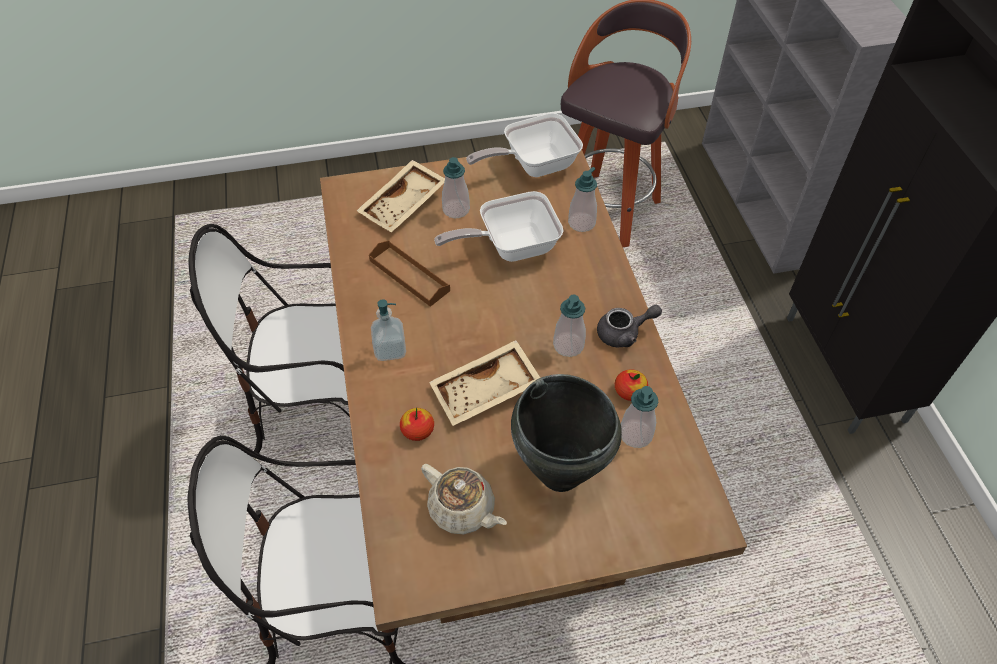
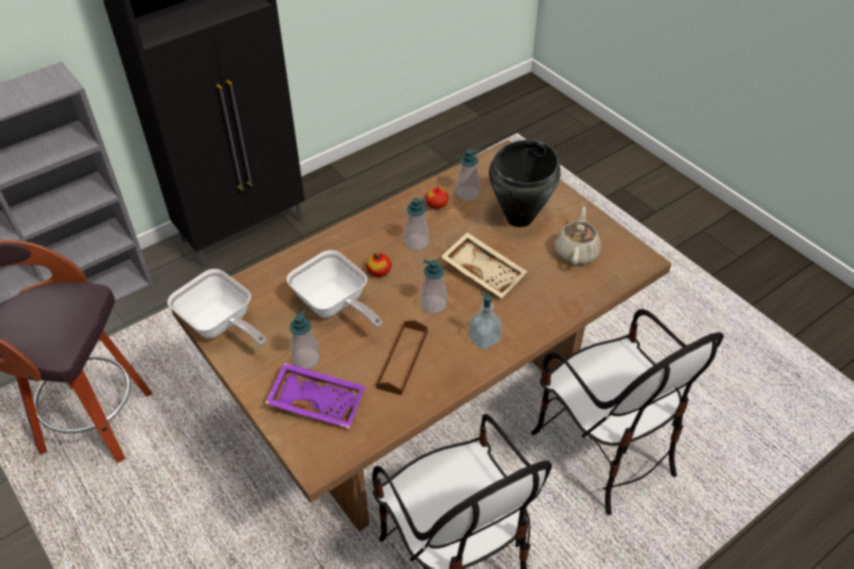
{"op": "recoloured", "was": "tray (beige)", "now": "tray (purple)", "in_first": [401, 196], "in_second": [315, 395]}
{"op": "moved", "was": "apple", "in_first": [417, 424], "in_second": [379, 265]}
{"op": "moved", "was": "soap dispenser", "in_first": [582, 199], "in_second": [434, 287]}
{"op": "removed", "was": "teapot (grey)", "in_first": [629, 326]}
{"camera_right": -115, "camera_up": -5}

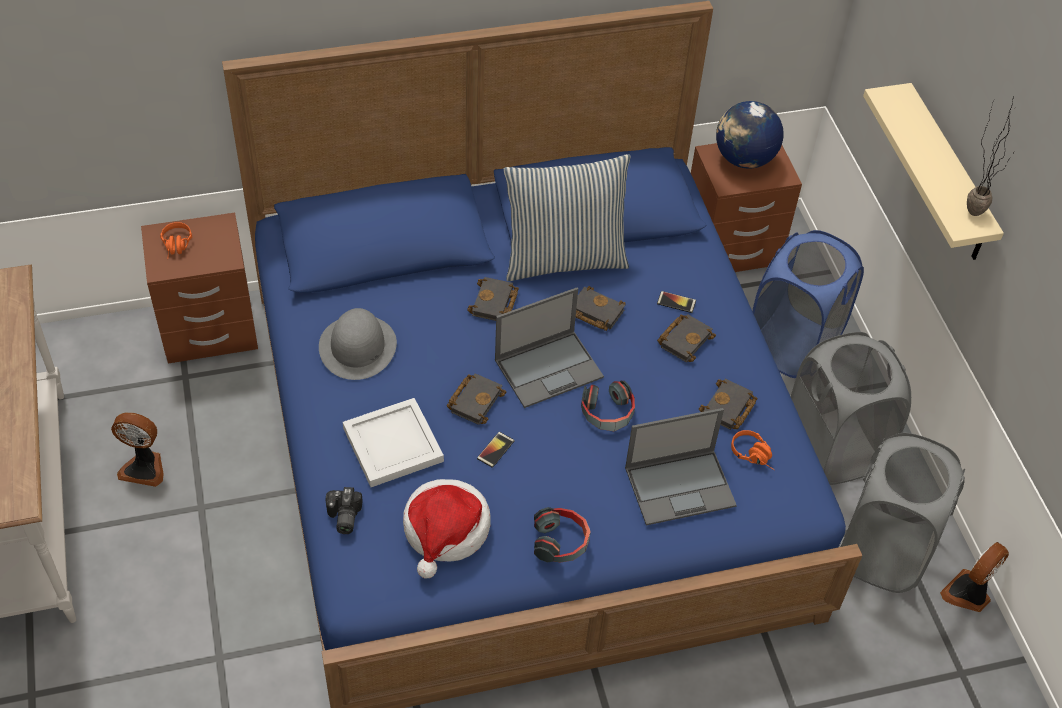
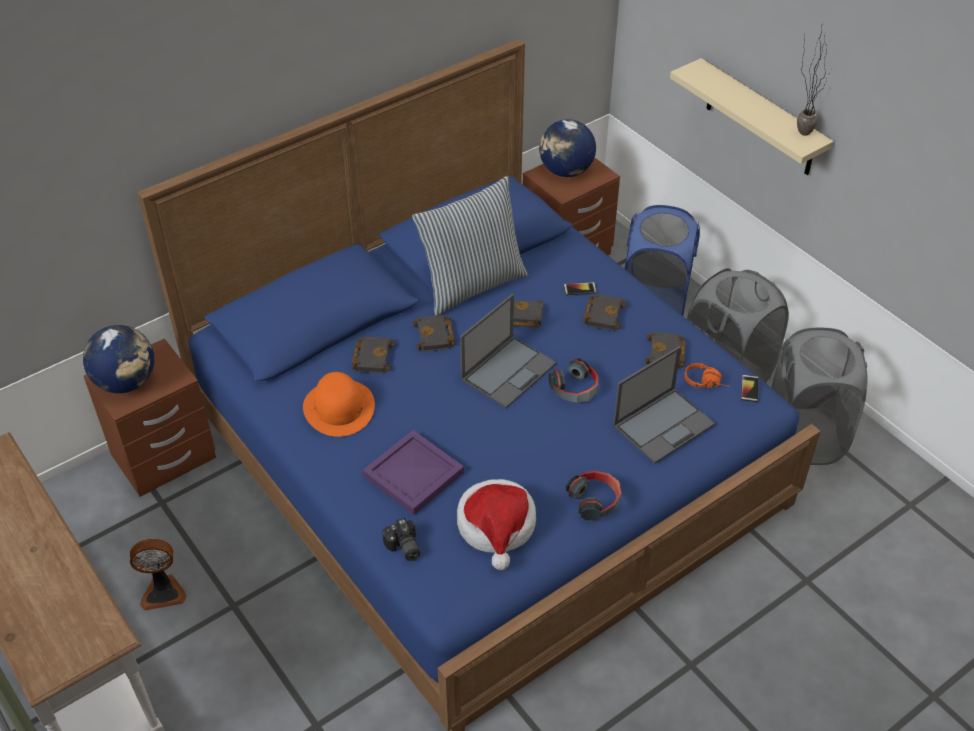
{"op": "replaced", "was": "headphones (orange)", "now": "globe", "in_first": [176, 239], "in_second": [118, 359]}
{"op": "recoloured", "was": "hat (grey)", "now": "hat (orange)", "in_first": [358, 344], "in_second": [339, 404]}
{"op": "recoloured", "was": "tray (white)", "now": "tray (purple)", "in_first": [393, 442], "in_second": [413, 472]}
{"op": "moved", "was": "book (black)", "in_first": [476, 399], "in_second": [373, 354]}
{"op": "moved", "was": "phone", "in_first": [495, 450], "in_second": [750, 388]}
{"op": "removed", "was": "fan", "in_first": [974, 577]}
{"camera_right": -20, "camera_up": -5}

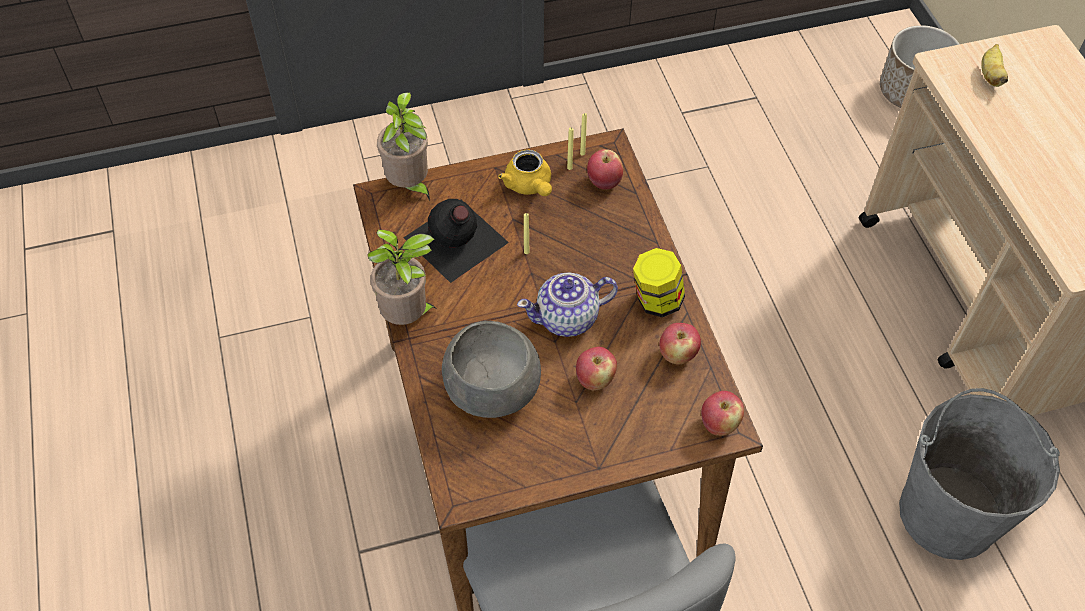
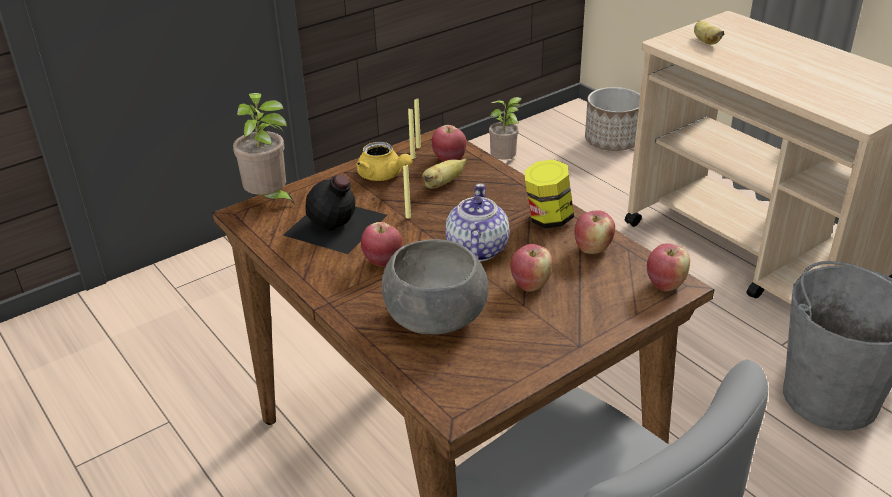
{"op": "moved", "was": "potted plant", "in_first": [403, 277], "in_second": [505, 128]}
{"op": "turned", "was": "teapot", "in_first": [567, 304], "in_second": [478, 222], "clockwise": 135}
{"op": "added", "now": "apple", "in_second": [382, 244]}
{"op": "added", "now": "banana", "in_second": [444, 173]}
{"camera_right": -20, "camera_up": -20}

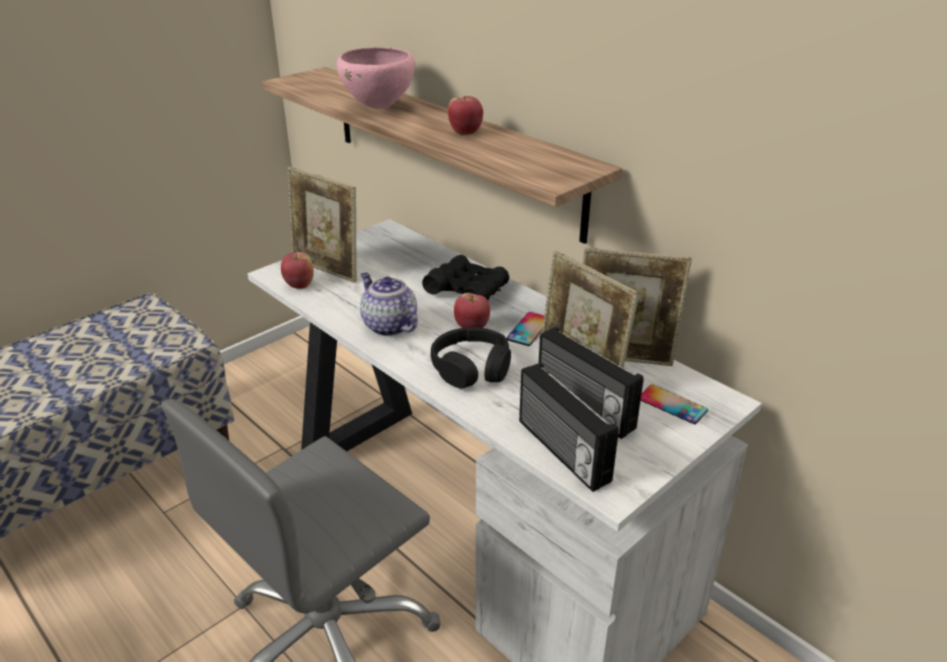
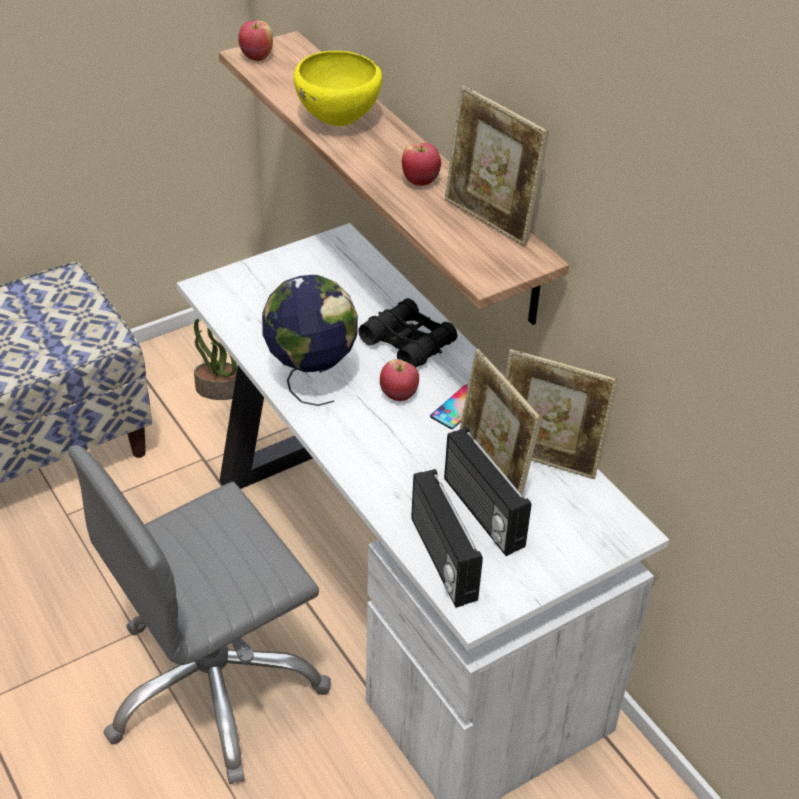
{"op": "moved", "was": "apple", "in_first": [297, 270], "in_second": [255, 40]}
{"op": "moved", "was": "picture frame", "in_first": [322, 225], "in_second": [497, 166]}
{"op": "recoloured", "was": "bowl (pink)", "now": "bowl (yellow)", "in_first": [376, 78], "in_second": [338, 88]}
{"op": "replaced", "was": "teapot", "now": "globe", "in_first": [389, 304], "in_second": [310, 340]}
{"op": "removed", "was": "headphones (black)", "in_first": [471, 357]}
{"op": "removed", "was": "phone", "in_first": [674, 404]}
{"op": "added", "now": "potted plant", "in_second": [216, 359]}
{"camera_right": 10, "camera_up": 10}

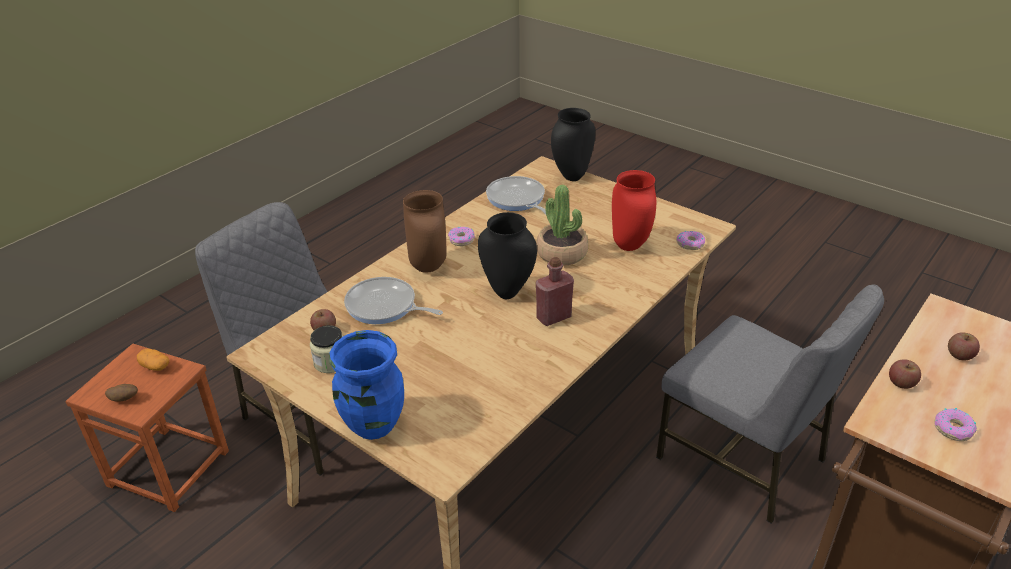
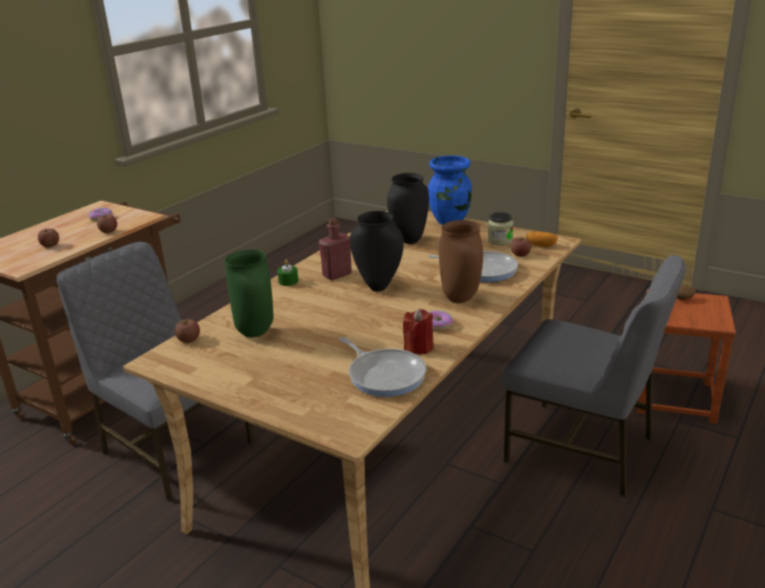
{"op": "moved", "was": "potato", "in_first": [153, 360], "in_second": [542, 239]}
{"op": "removed", "was": "potted plant", "in_first": [562, 225]}
{"op": "moved", "was": "vase (black)", "in_first": [573, 144], "in_second": [408, 208]}
{"op": "recoloured", "was": "vase (red)", "now": "vase (green)", "in_first": [634, 210], "in_second": [249, 294]}
{"op": "replaced", "was": "donut", "now": "apple", "in_first": [690, 240], "in_second": [187, 331]}
{"op": "added", "now": "candle (green)", "in_second": [288, 273]}
{"op": "added", "now": "candle (red)", "in_second": [418, 332]}
{"camera_right": 175, "camera_up": -10}

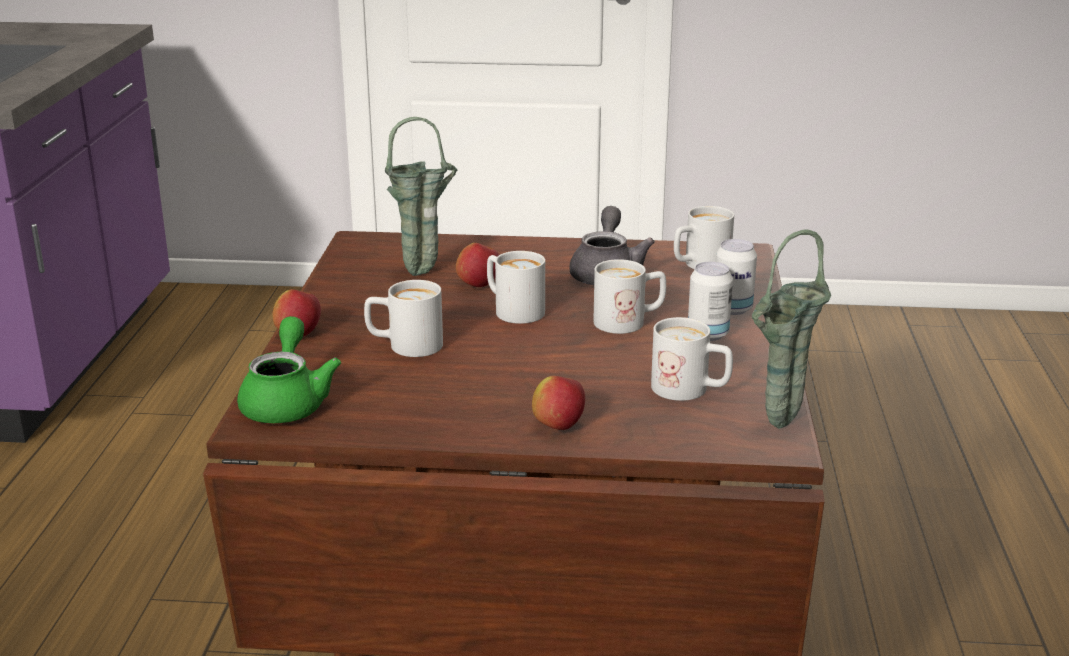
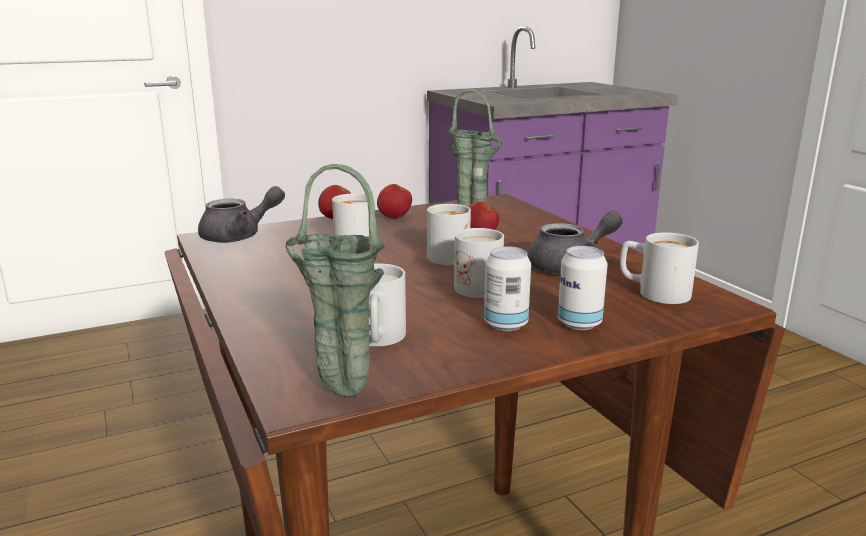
{"op": "recoloured", "was": "teapot (green)", "now": "teapot (grey)", "in_first": [289, 369], "in_second": [241, 214]}
{"op": "moved", "was": "apple", "in_first": [558, 403], "in_second": [394, 201]}
{"camera_right": 60, "camera_up": -5}

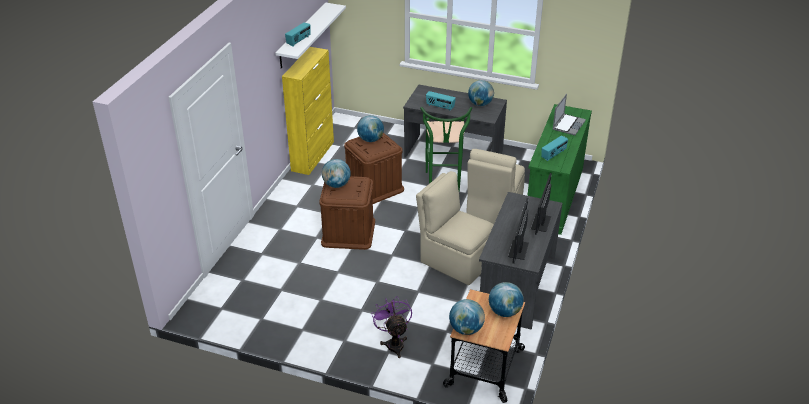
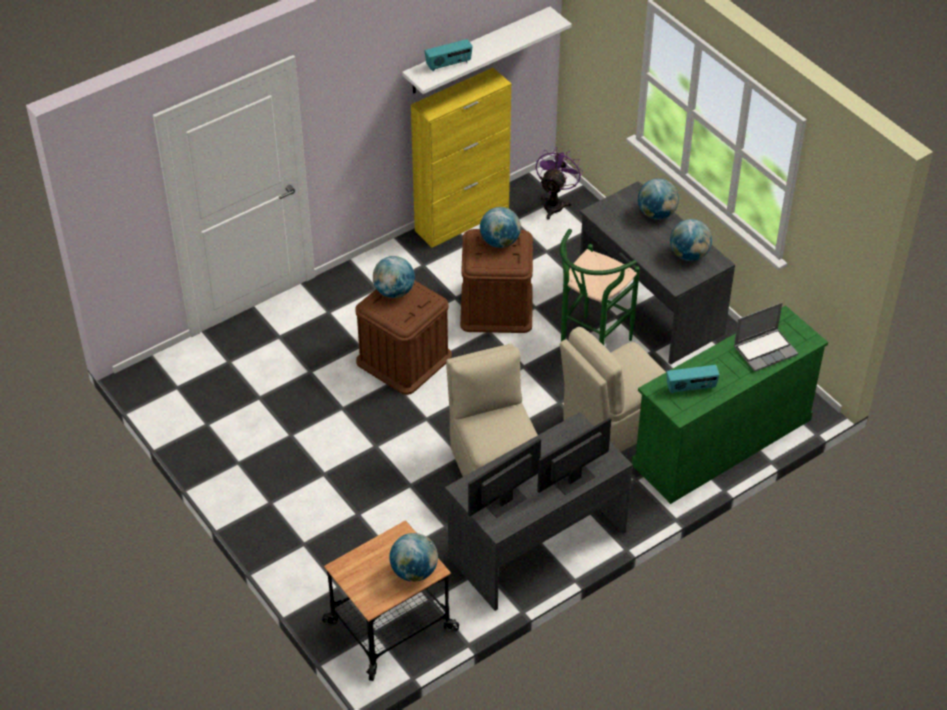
{"op": "moved", "was": "fan (purple)", "in_first": [391, 327], "in_second": [559, 183]}
{"op": "removed", "was": "radio", "in_first": [441, 101]}
{"op": "moved", "was": "globe", "in_first": [467, 317], "in_second": [658, 199]}
{"camera_right": 35, "camera_up": 10}

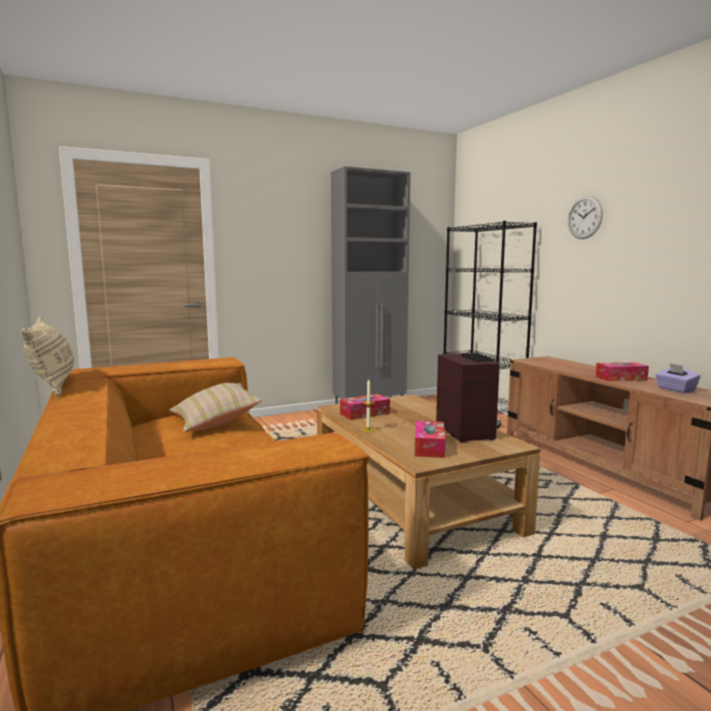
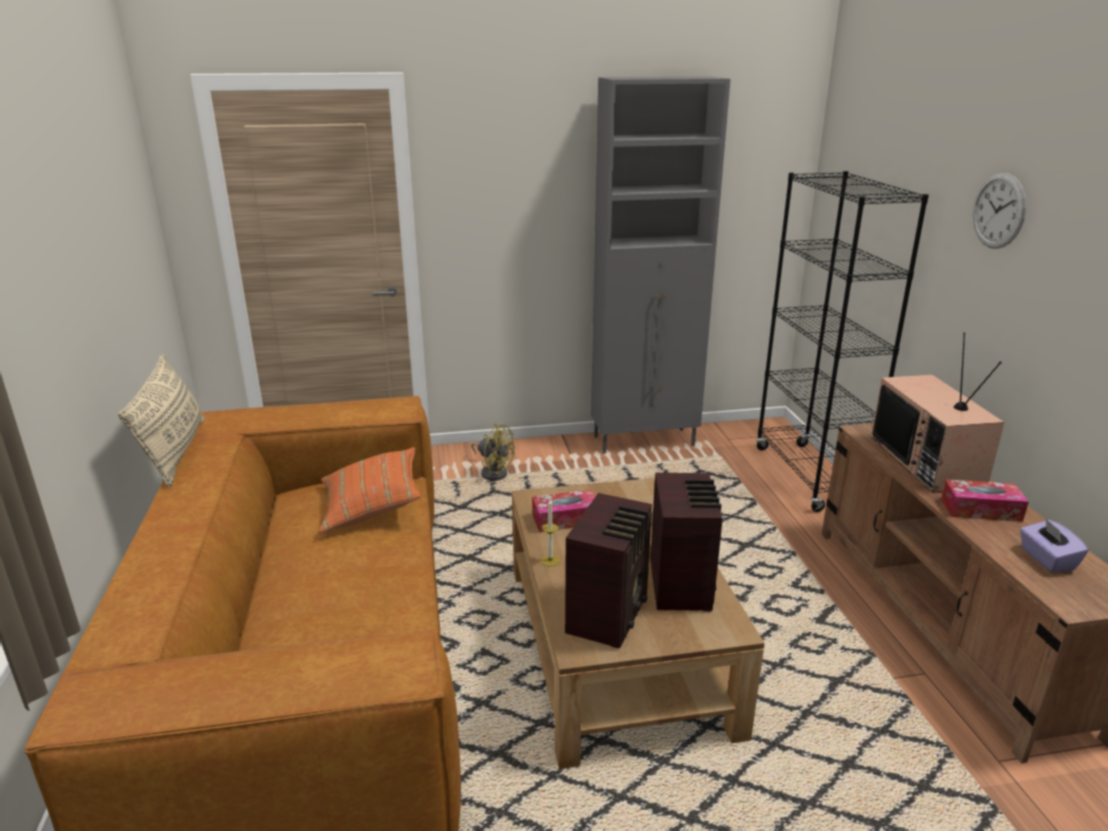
{"op": "recoloured", "was": "pillow (beige)", "now": "pillow (orange)", "in_first": [216, 407], "in_second": [370, 490]}
{"op": "replaced", "was": "tissue box", "now": "radio", "in_first": [430, 439], "in_second": [608, 571]}
{"op": "added", "now": "fan (yellow)", "in_second": [493, 452]}
{"op": "added", "now": "television", "in_second": [937, 413]}
{"camera_right": 15, "camera_up": 15}

